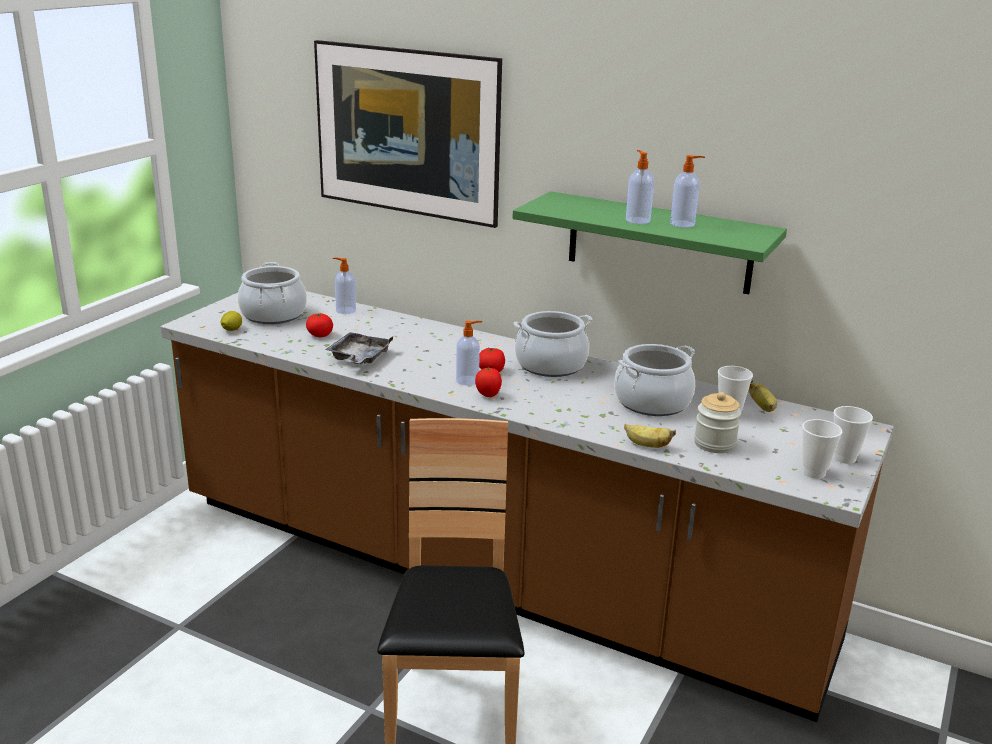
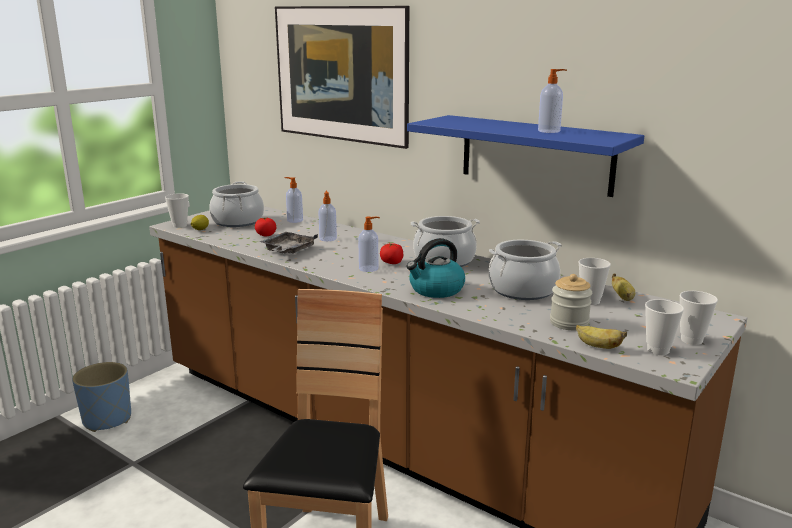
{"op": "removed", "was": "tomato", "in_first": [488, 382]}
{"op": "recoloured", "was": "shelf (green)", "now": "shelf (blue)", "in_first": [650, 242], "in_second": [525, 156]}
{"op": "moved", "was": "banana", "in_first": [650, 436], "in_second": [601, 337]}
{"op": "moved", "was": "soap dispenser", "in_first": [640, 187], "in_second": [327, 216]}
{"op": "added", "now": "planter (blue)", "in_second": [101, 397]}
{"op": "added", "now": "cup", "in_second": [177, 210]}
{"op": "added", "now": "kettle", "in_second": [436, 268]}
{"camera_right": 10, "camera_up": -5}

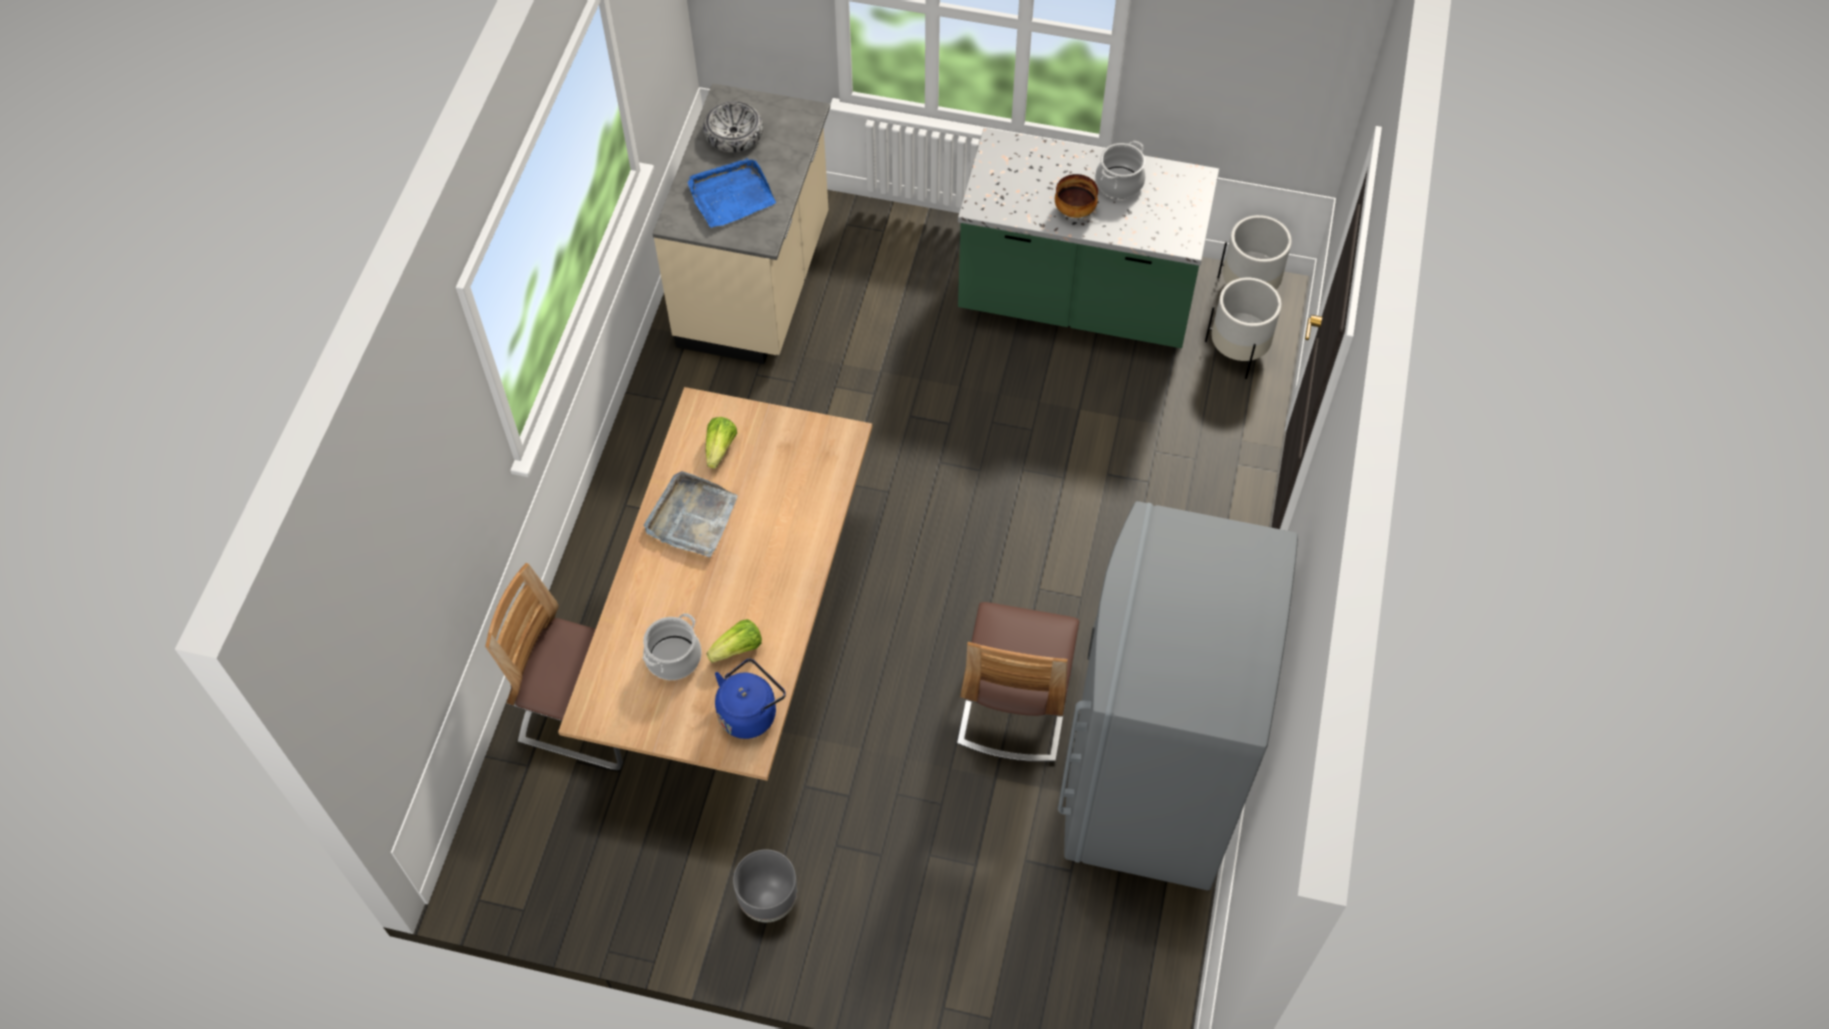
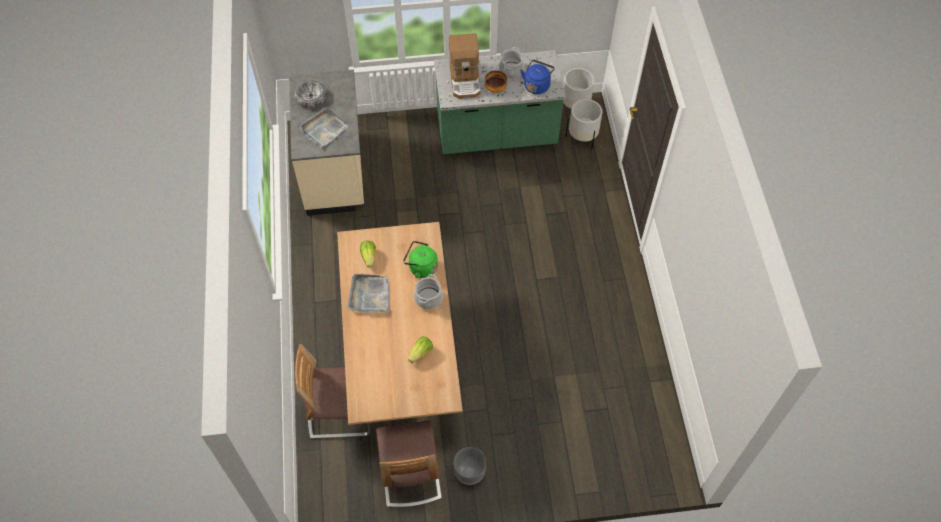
{"op": "moved", "was": "cooking pot", "in_first": [672, 646], "in_second": [428, 291]}
{"op": "recoloured", "was": "tray (blue)", "now": "tray (grey)", "in_first": [732, 193], "in_second": [323, 127]}
{"op": "moved", "was": "kettle (blue)", "in_first": [750, 699], "in_second": [537, 77]}
{"op": "moved", "was": "chair", "in_first": [1018, 682], "in_second": [409, 463]}
{"op": "removed", "was": "fridge (grey)", "in_first": [1178, 696]}
{"op": "added", "now": "kettle (green)", "in_second": [420, 259]}
{"op": "added", "now": "coffee machine", "in_second": [465, 66]}
{"camera_right": -20, "camera_up": 0}

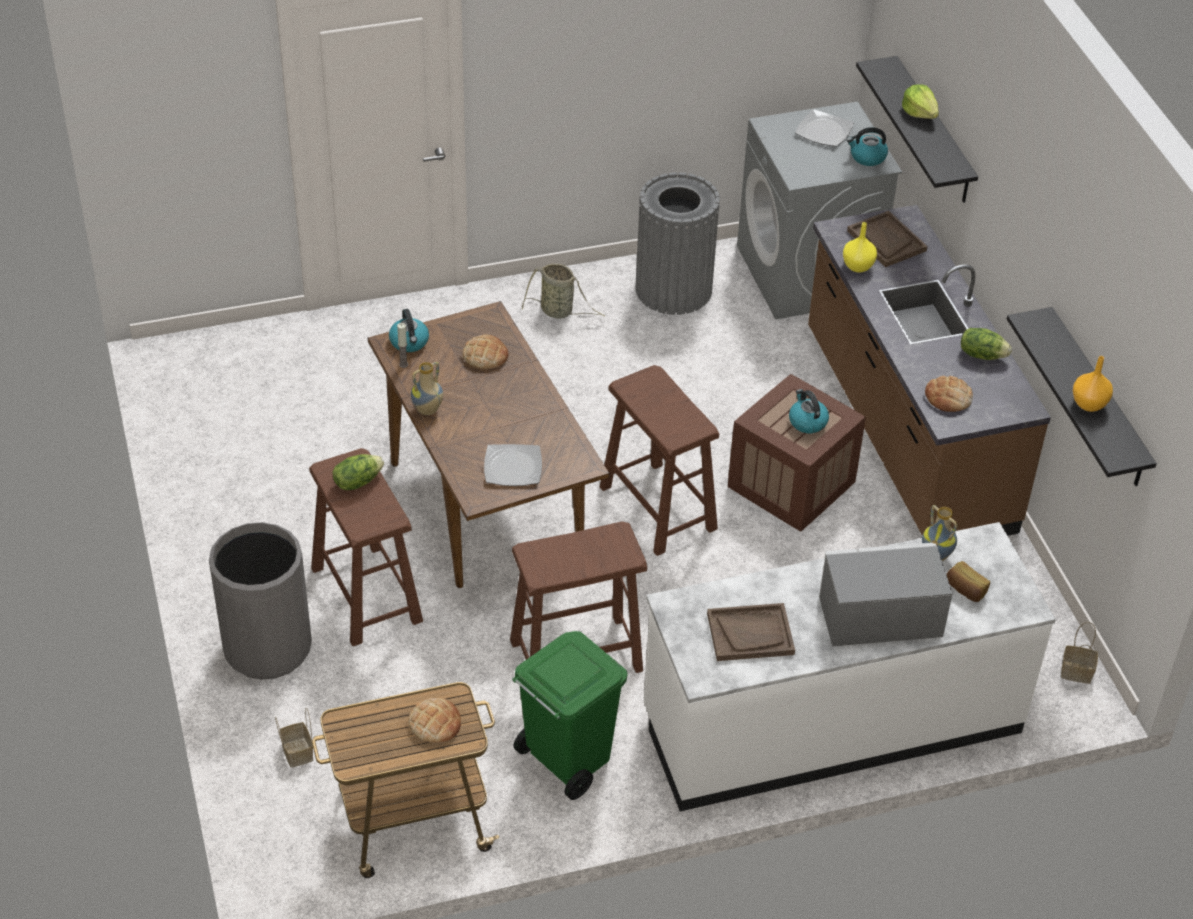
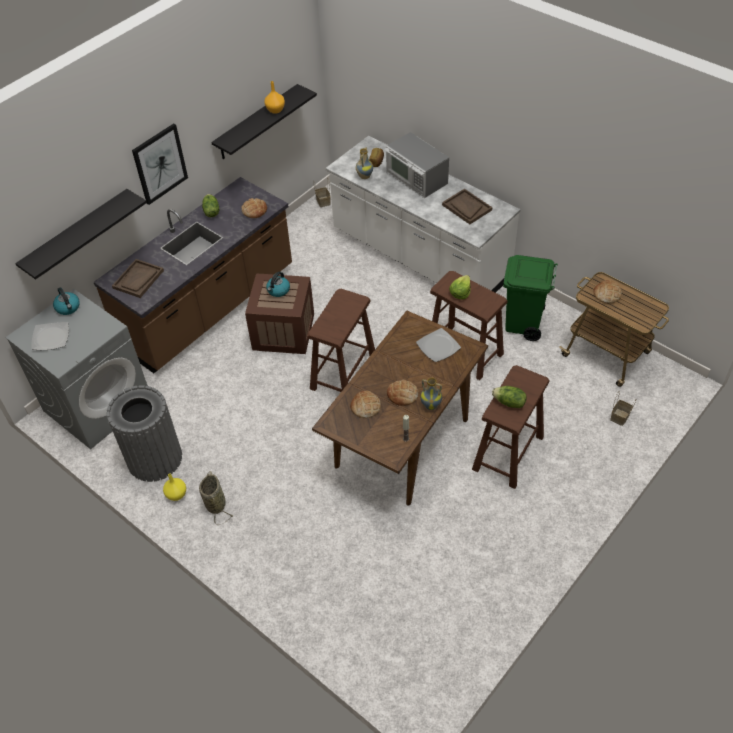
{"op": "removed", "was": "trash can (grey)", "in_first": [260, 601]}
{"op": "removed", "was": "kettle", "in_first": [409, 330]}
{"op": "moved", "was": "vase (yellow)", "in_first": [860, 247], "in_second": [174, 487]}
{"op": "moved", "was": "lettuce", "in_first": [920, 101], "in_second": [460, 287]}
{"op": "added", "now": "picture", "in_second": [160, 164]}
{"op": "added", "now": "bread", "in_second": [402, 393]}
{"camera_right": -120, "camera_up": 5}

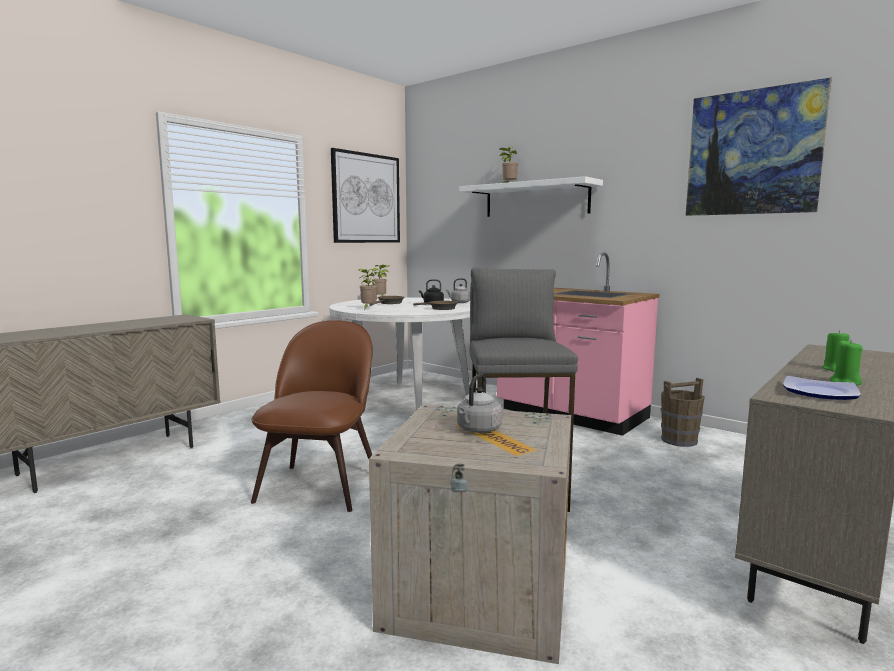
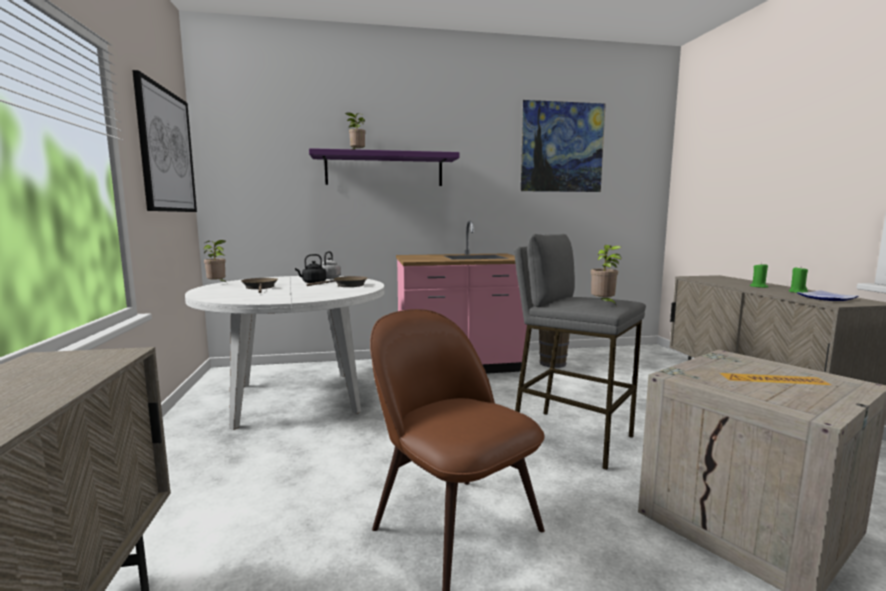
{"op": "moved", "was": "potted plant", "in_first": [368, 288], "in_second": [606, 276]}
{"op": "removed", "was": "kettle (grey)", "in_first": [479, 403]}
{"op": "recoloured", "was": "shelf (white)", "now": "shelf (purple)", "in_first": [531, 196], "in_second": [384, 167]}
{"camera_right": -50, "camera_up": 0}

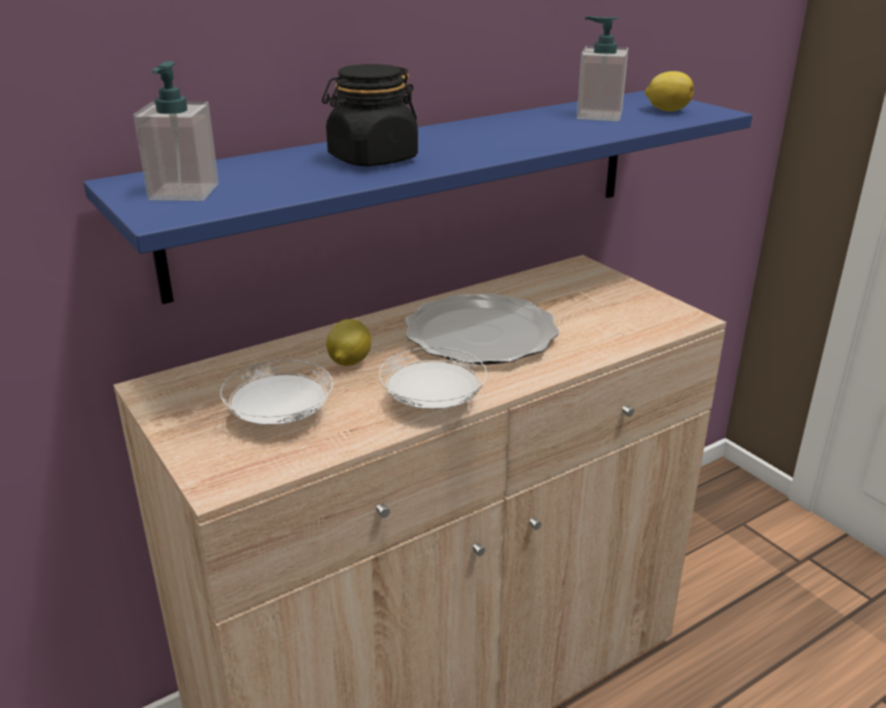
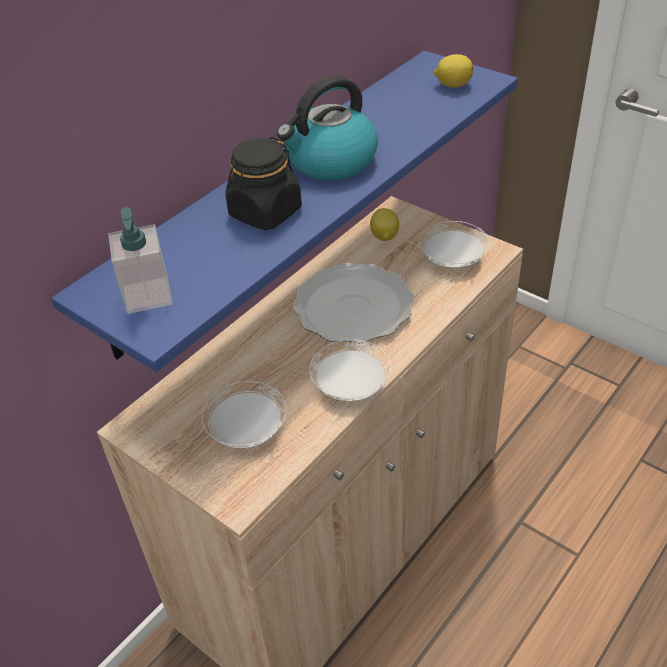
{"op": "moved", "was": "lemon", "in_first": [348, 342], "in_second": [384, 224]}
{"op": "removed", "was": "soap dispenser", "in_first": [602, 68]}
{"op": "added", "now": "kettle", "in_second": [327, 128]}
{"op": "added", "now": "plate (white)", "in_second": [454, 244]}
{"camera_right": -15, "camera_up": 15}

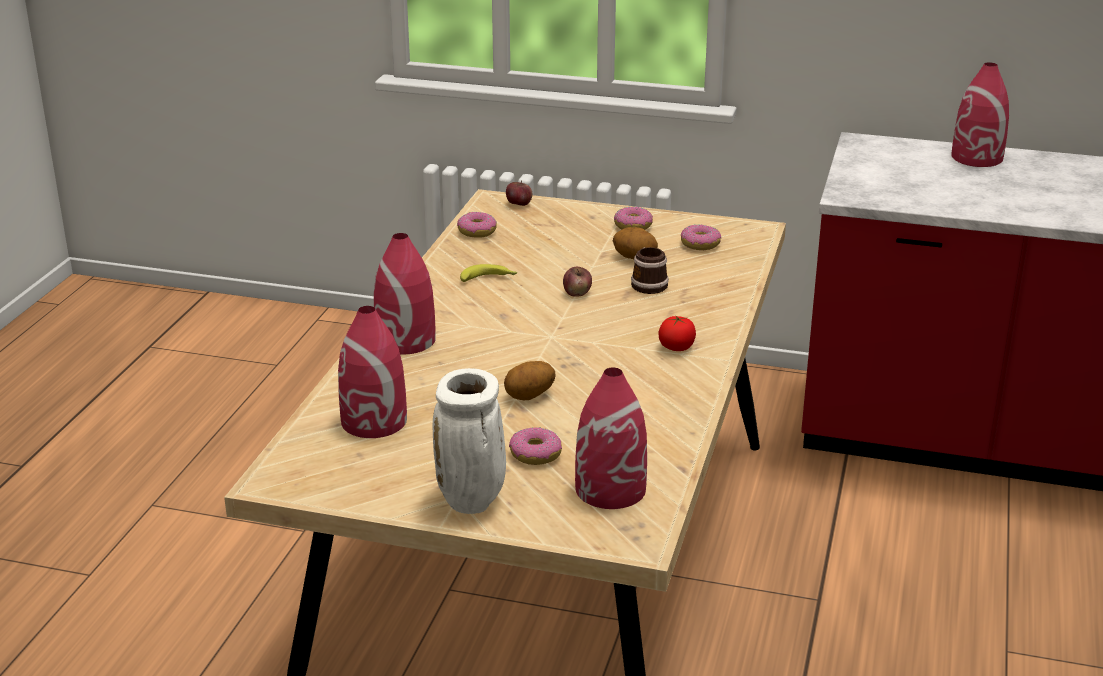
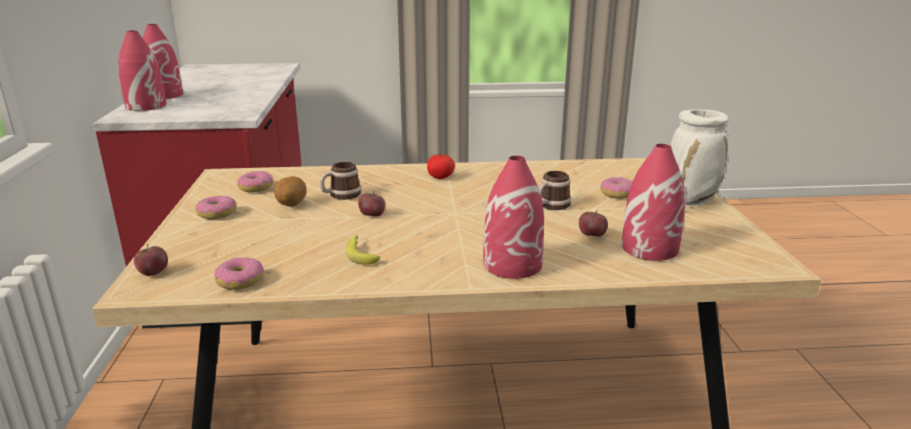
{"op": "replaced", "was": "potato", "now": "mug", "in_first": [530, 380], "in_second": [555, 190]}
{"op": "moved", "was": "vase (red)", "in_first": [611, 438], "in_second": [142, 70]}
{"op": "added", "now": "apple", "in_second": [593, 223]}
{"camera_right": -110, "camera_up": -5}

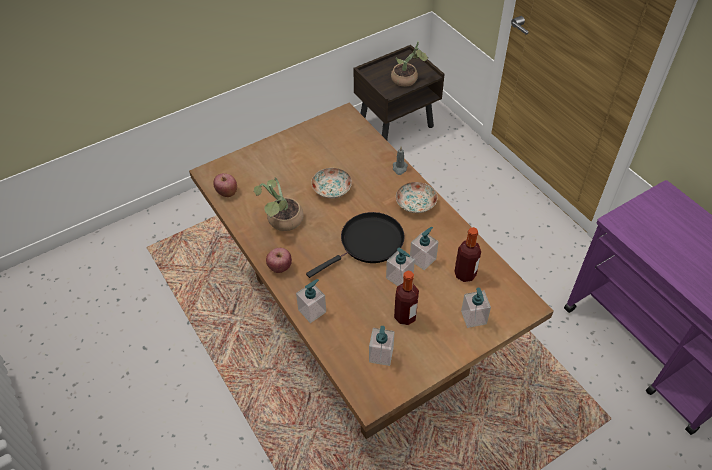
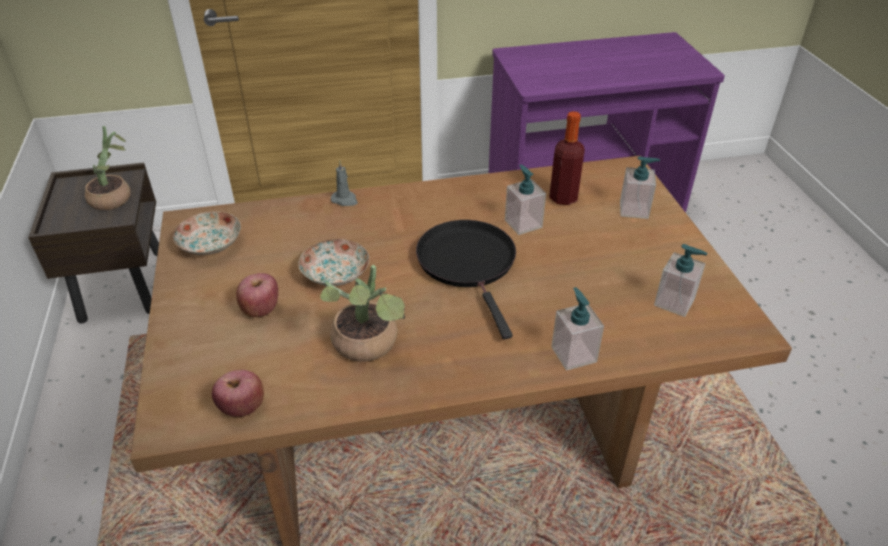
{"op": "moved", "was": "apple", "in_first": [279, 260], "in_second": [257, 295]}
{"op": "removed", "was": "soap dispenser", "in_first": [400, 267]}
{"op": "removed", "was": "bottle", "in_first": [406, 298]}
{"op": "moved", "was": "plate", "in_first": [417, 197], "in_second": [207, 233]}
{"camera_right": -70, "camera_up": -10}

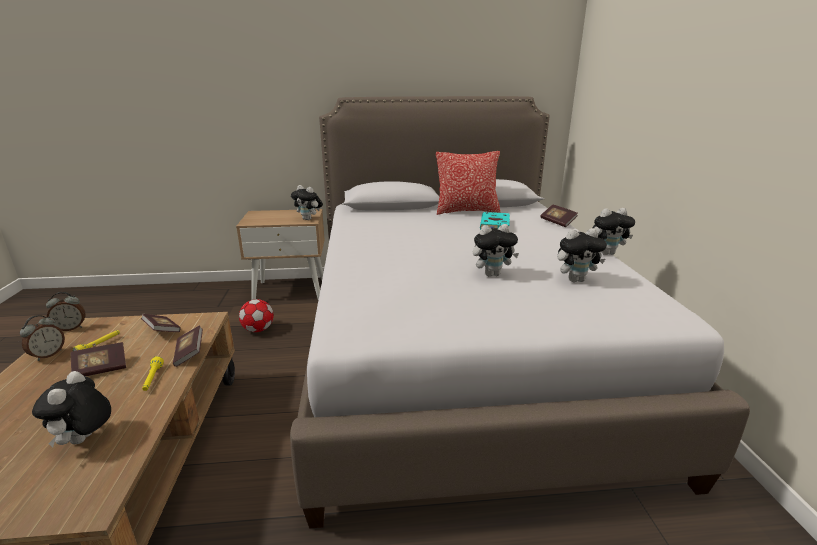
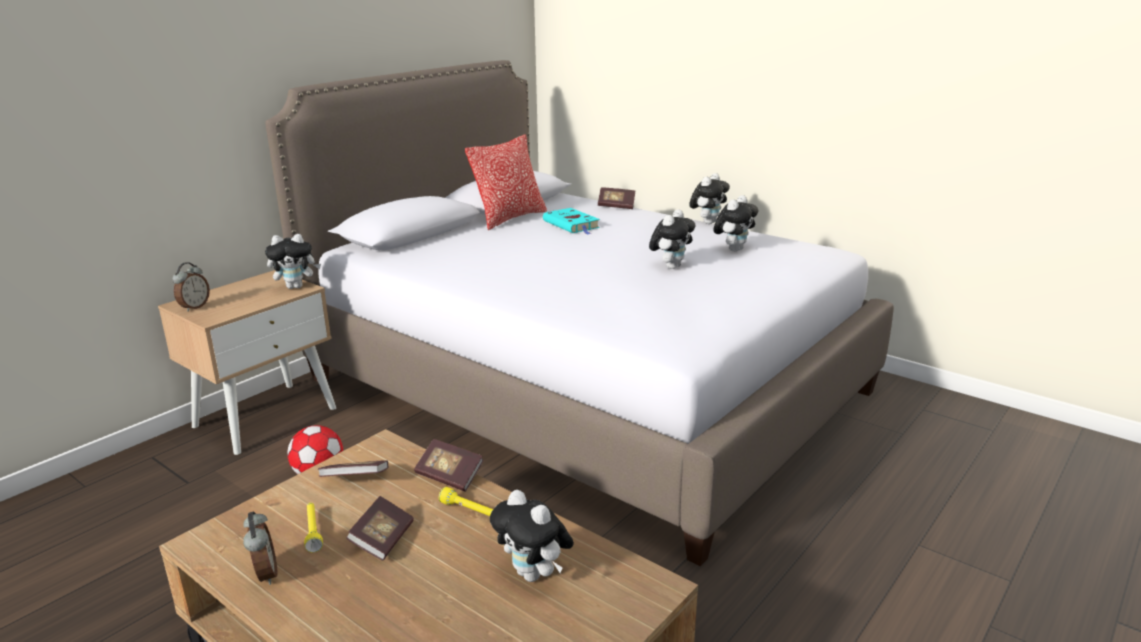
{"op": "moved", "was": "alarm clock", "in_first": [66, 311], "in_second": [191, 287]}
{"camera_right": -45, "camera_up": 0}

